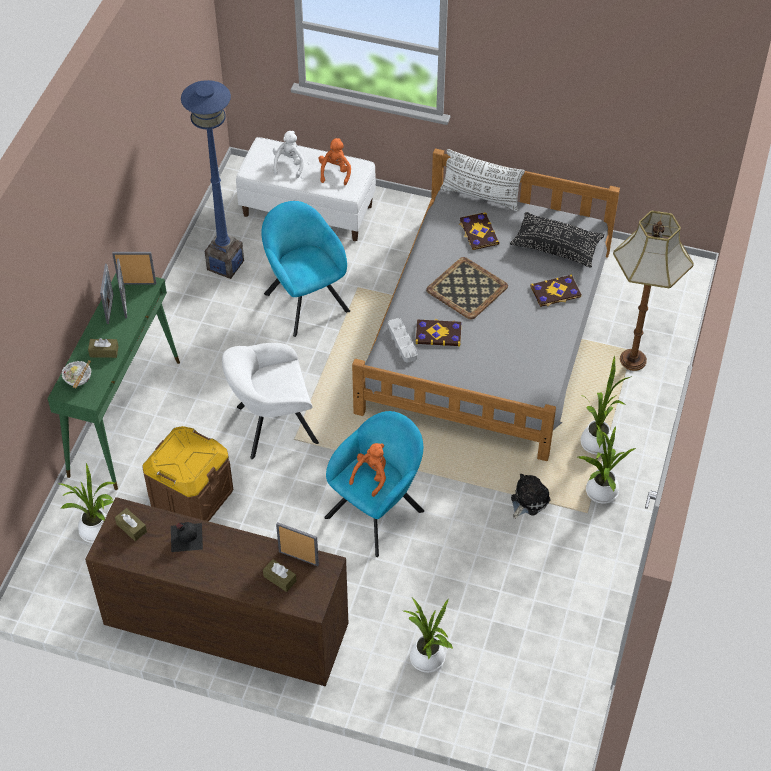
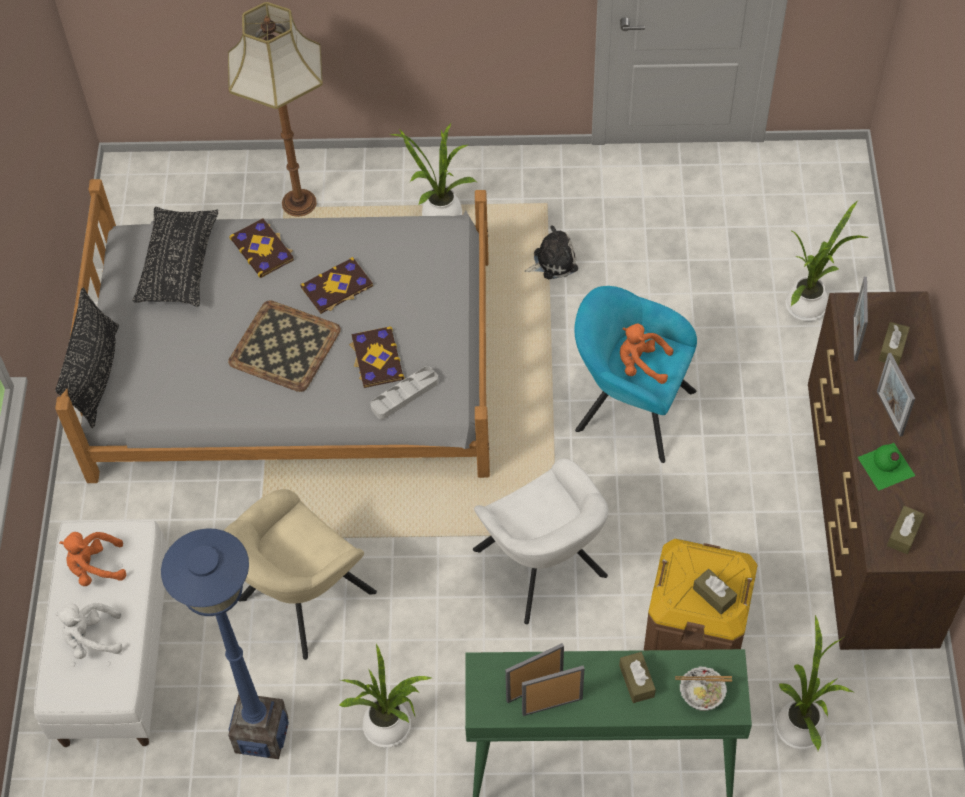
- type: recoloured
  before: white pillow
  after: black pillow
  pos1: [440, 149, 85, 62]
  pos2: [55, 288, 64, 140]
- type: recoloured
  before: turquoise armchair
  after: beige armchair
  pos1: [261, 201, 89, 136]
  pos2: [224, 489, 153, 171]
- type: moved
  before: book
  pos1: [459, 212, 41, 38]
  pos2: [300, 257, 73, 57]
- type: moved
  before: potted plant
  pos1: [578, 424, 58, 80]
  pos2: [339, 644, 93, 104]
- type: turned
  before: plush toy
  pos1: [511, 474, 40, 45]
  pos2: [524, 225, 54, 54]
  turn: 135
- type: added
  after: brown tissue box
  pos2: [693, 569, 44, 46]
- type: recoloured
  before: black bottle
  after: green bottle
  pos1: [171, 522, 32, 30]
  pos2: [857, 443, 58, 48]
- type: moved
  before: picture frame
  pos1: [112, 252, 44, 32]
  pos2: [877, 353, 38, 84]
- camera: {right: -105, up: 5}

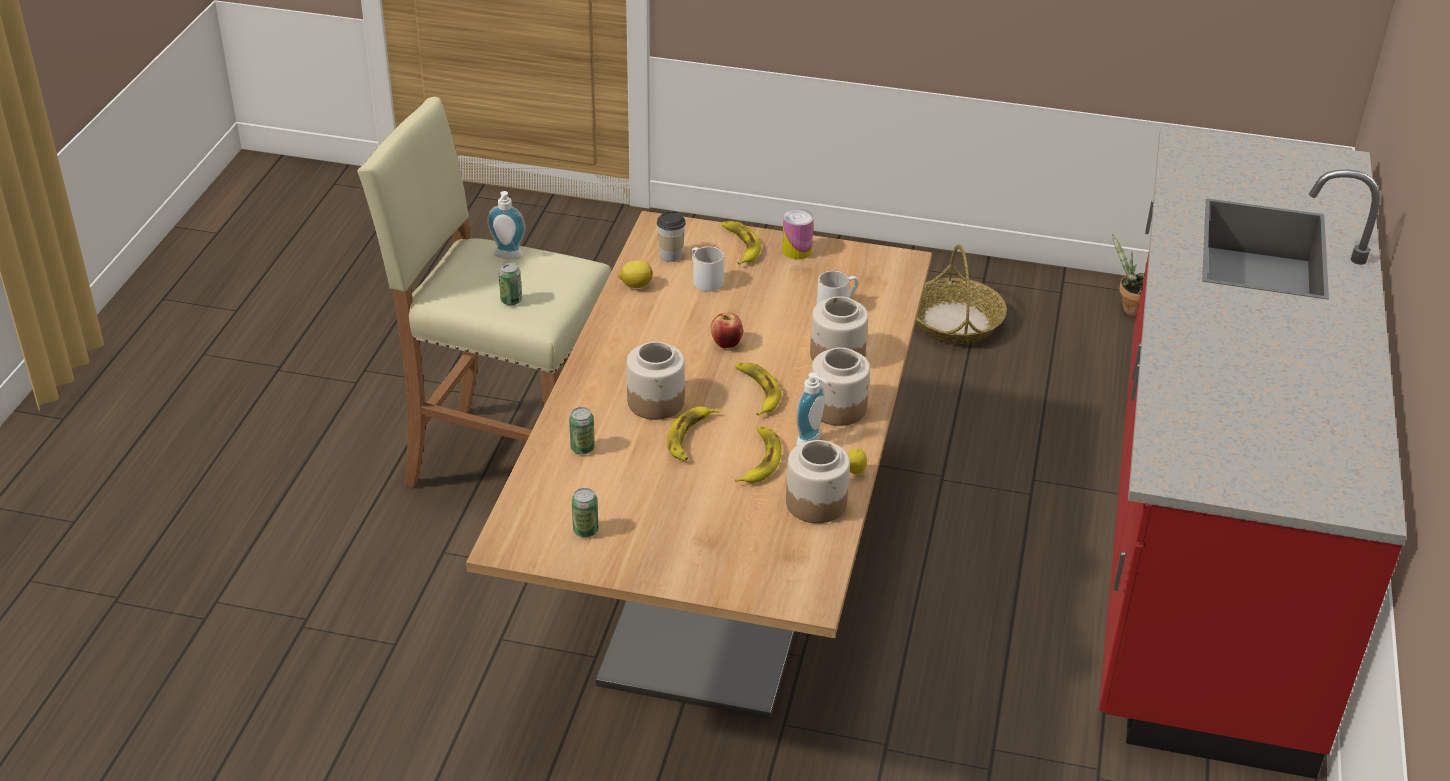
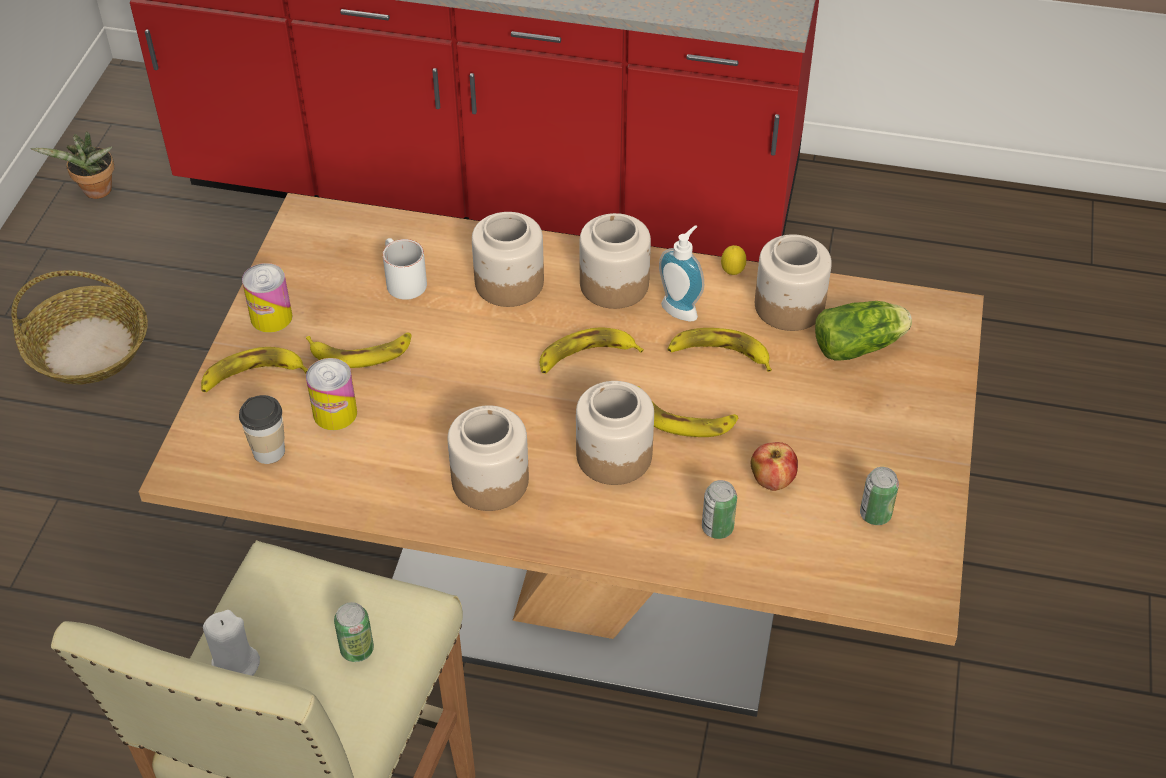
- type: replaced
  before: soap dispenser
  after: white candle
  pos1: [487, 191, 39, 69]
  pos2: [203, 610, 57, 66]
- type: added
  after: banana
  pos2: [306, 332, 105, 36]
- type: replaced
  before: white mug
  after: can
  pos1: [691, 246, 33, 46]
  pos2: [306, 358, 51, 72]
- type: added
  after: jar
  pos2: [448, 405, 81, 106]
- type: moved
  before: apple
  pos1: [711, 312, 32, 36]
  pos2: [751, 442, 47, 49]
- type: added
  after: lettuce
  pos2: [815, 301, 97, 60]
- type: removed
  before: lemon
  pos1: [618, 260, 35, 28]
- camera: {right: -90, up: 10}

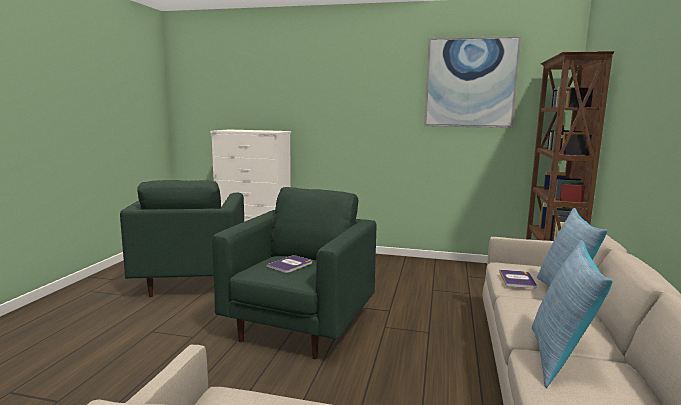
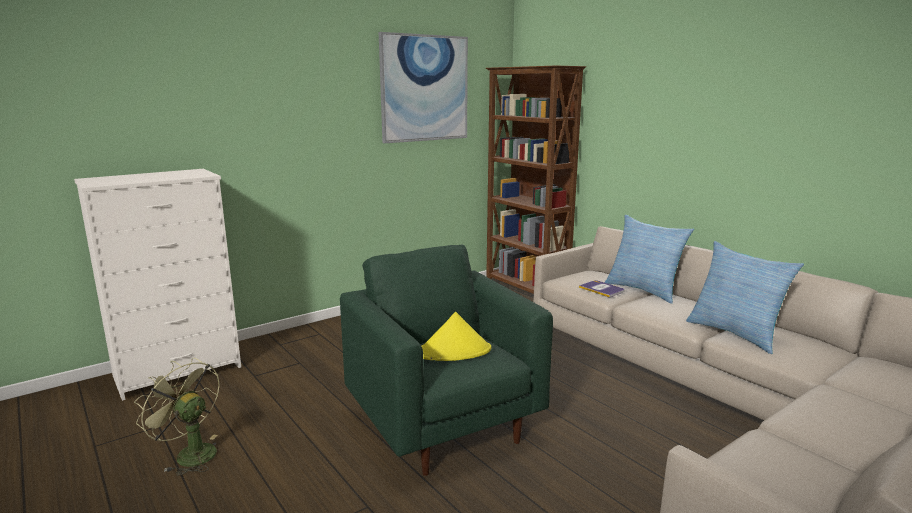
- type: replaced
  before: green armchair
  after: green fan
  pos1: [120, 180, 124, 117]
  pos2: [134, 358, 86, 117]
- type: replaced
  before: book
  after: yellow hat
  pos1: [266, 255, 46, 18]
  pos2: [422, 312, 69, 49]
- camera: {right: -50, up: 5}

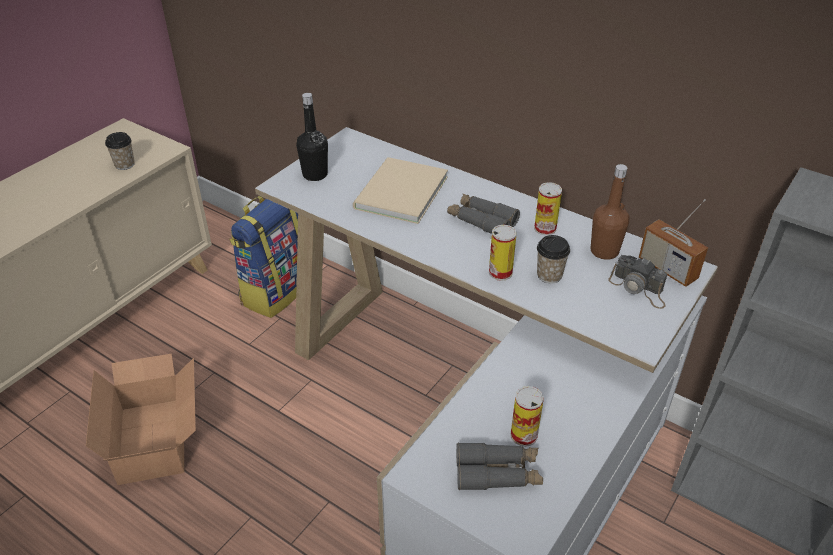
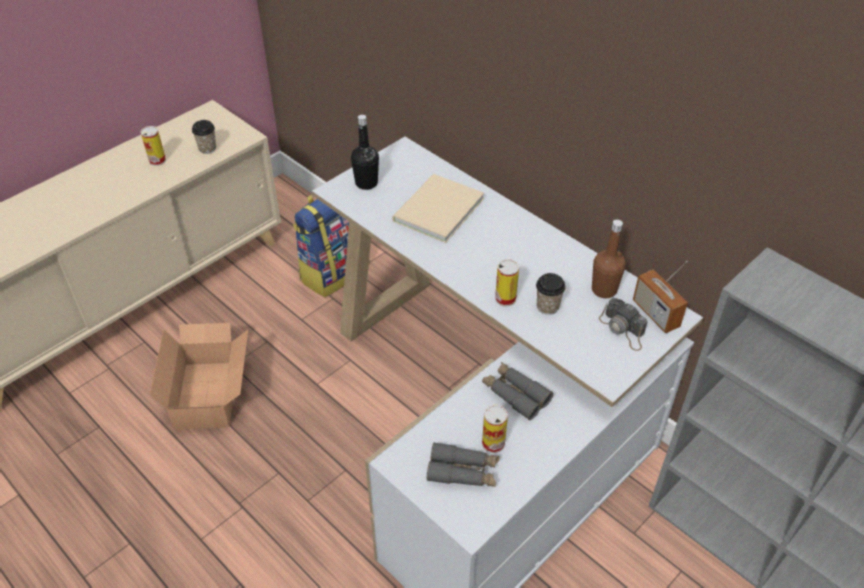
- type: moved
  before: can
  pos1: [534, 182, 28, 54]
  pos2: [141, 126, 25, 40]
- type: moved
  before: grey binoculars
  pos1: [447, 193, 73, 41]
  pos2: [482, 362, 71, 58]
- camera: {right: 10, up: 5}

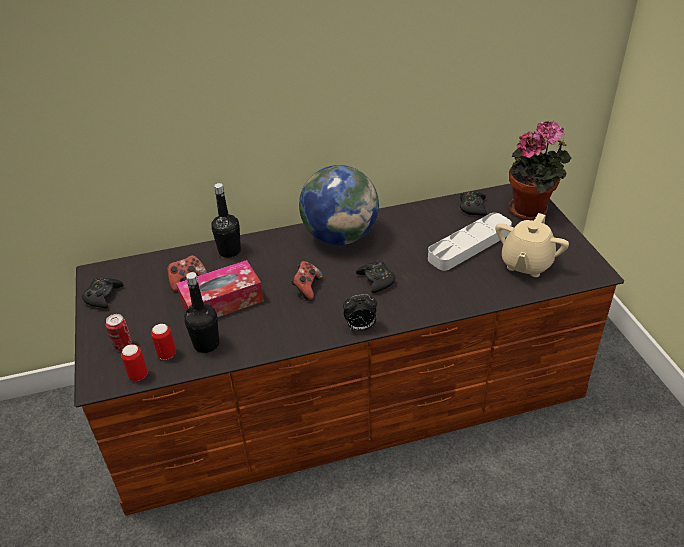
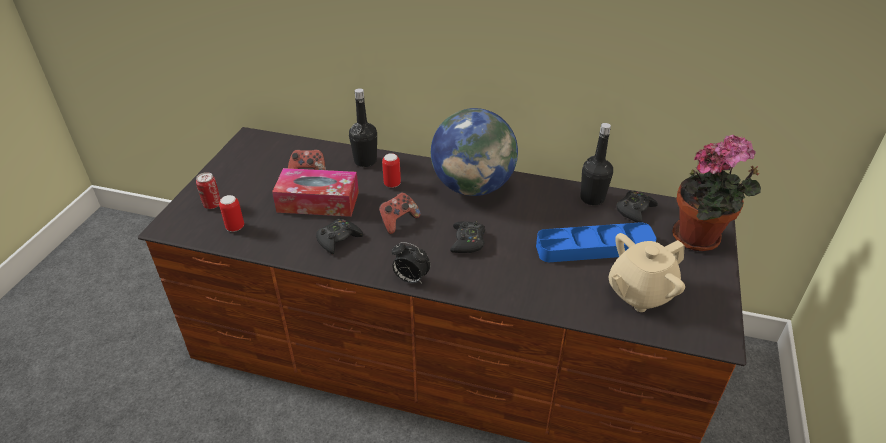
- type: moved
  before: black game controller
  pos1: [82, 278, 42, 30]
  pos2: [316, 218, 47, 36]
- type: moved
  before: can
  pos1: [121, 344, 27, 37]
  pos2: [382, 153, 19, 35]
- type: recoloured
  before: white tray
  after: blue tray
  pos1: [428, 213, 84, 58]
  pos2: [536, 222, 121, 40]
- type: moved
  before: black bottle
  pos1: [184, 272, 35, 81]
  pos2: [580, 123, 33, 82]
- camera: {right: 30, up: 0}

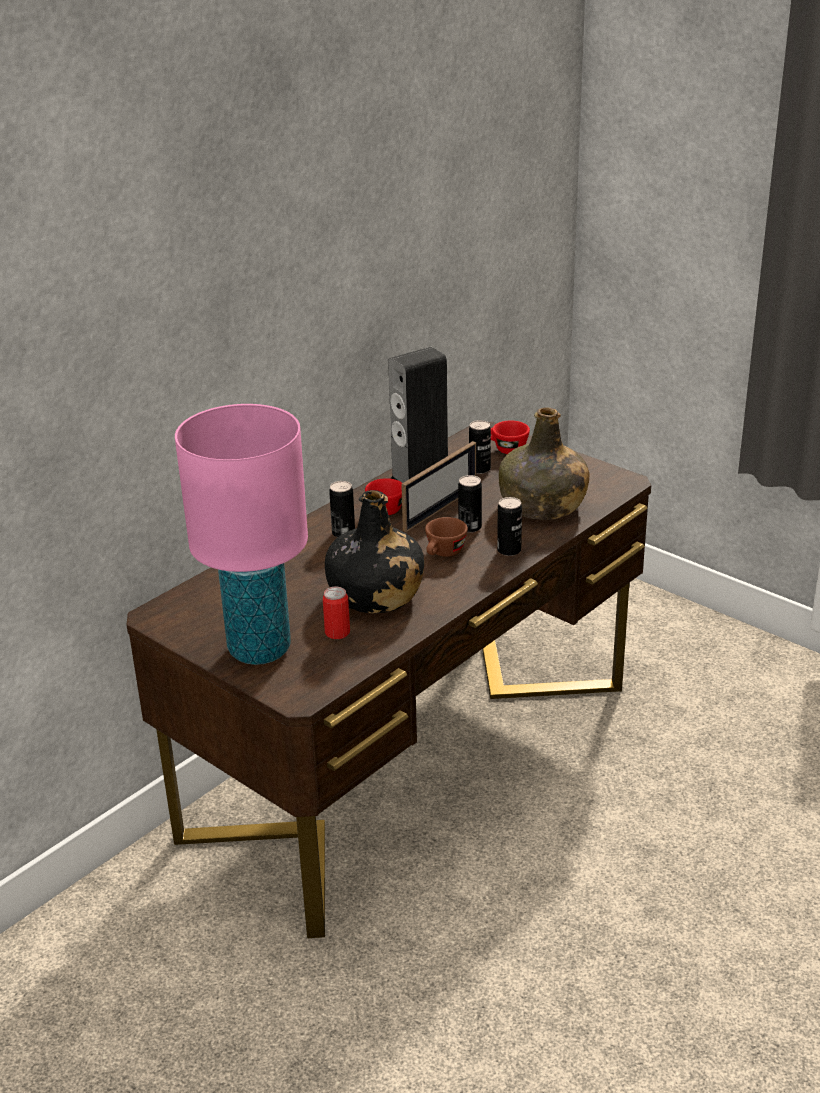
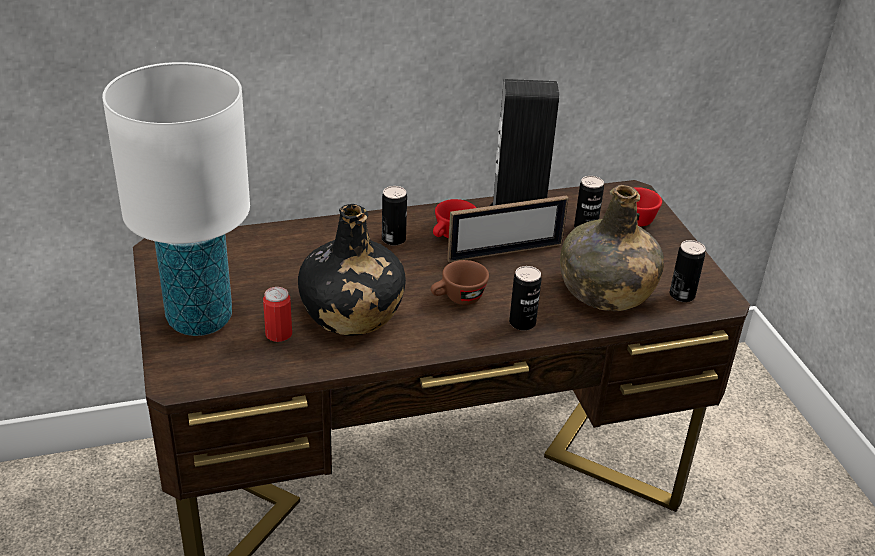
- type: recoloured
  before: pink table lamp
  after: white table lamp
  pos1: [175, 404, 133, 261]
  pos2: [102, 62, 148, 274]
- type: moved
  before: can
  pos1: [458, 475, 24, 58]
  pos2: [670, 240, 35, 62]
- camera: {right: 30, up: 5}

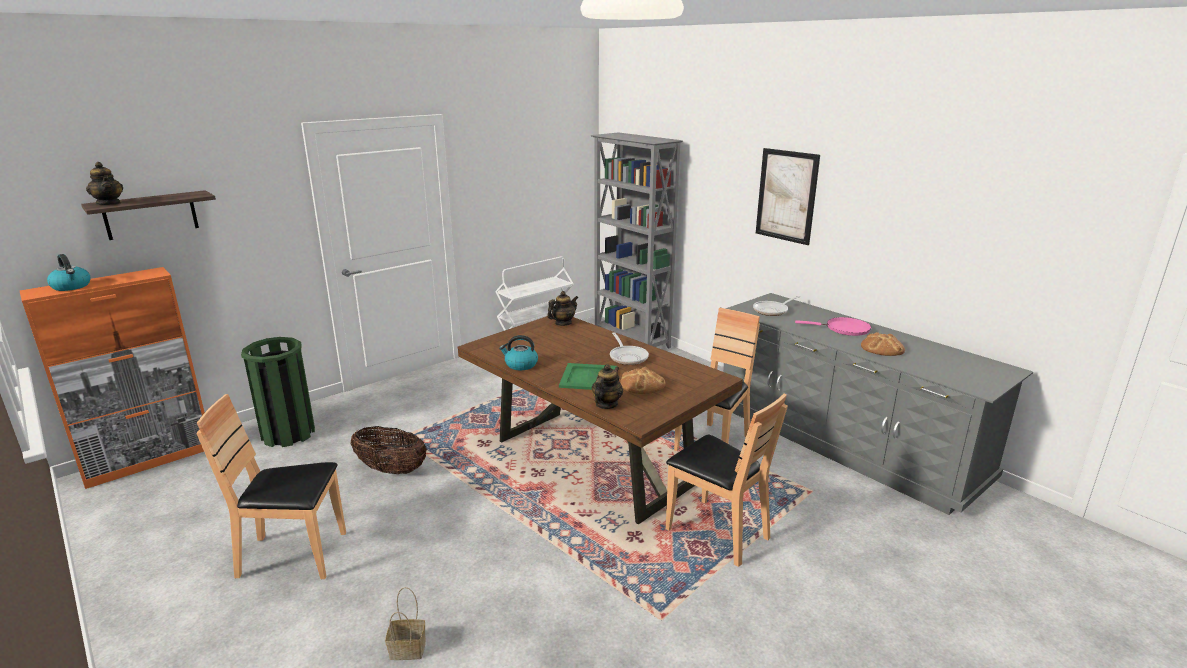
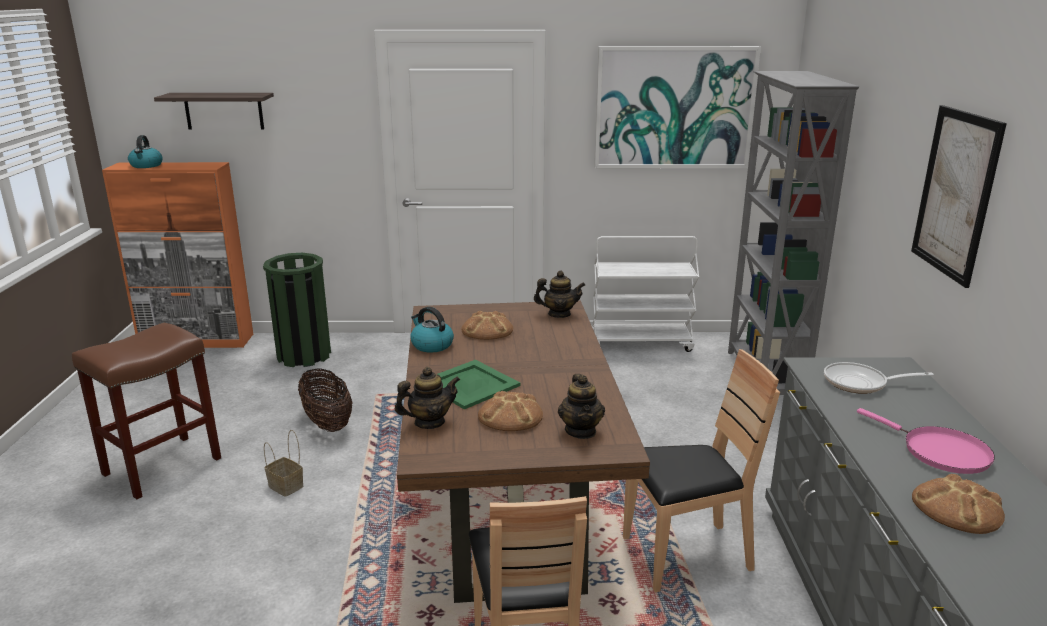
- type: replaced
  before: brown chair
  after: brown stool
  pos1: [196, 394, 150, 185]
  pos2: [72, 323, 149, 176]
- type: moved
  before: basket
  pos1: [385, 587, 41, 73]
  pos2: [264, 430, 40, 67]
- type: added
  after: bread
  pos2: [461, 311, 52, 29]
- type: moved
  before: teapot
  pos1: [86, 162, 37, 43]
  pos2: [558, 374, 47, 65]
- type: added
  after: picture
  pos2: [594, 46, 167, 122]
- type: removed
  before: frying pan
  pos1: [610, 332, 39, 33]
- camera: {right: 40, up: 0}

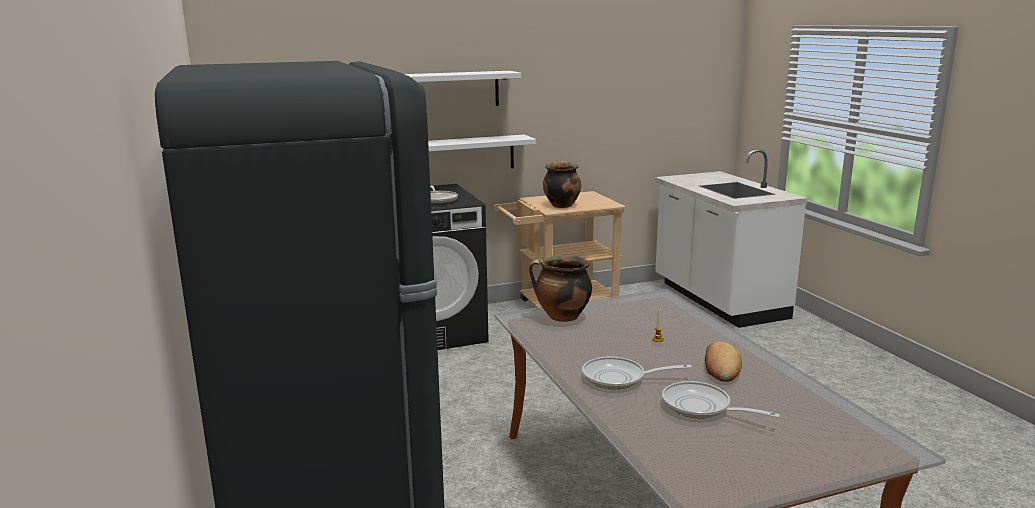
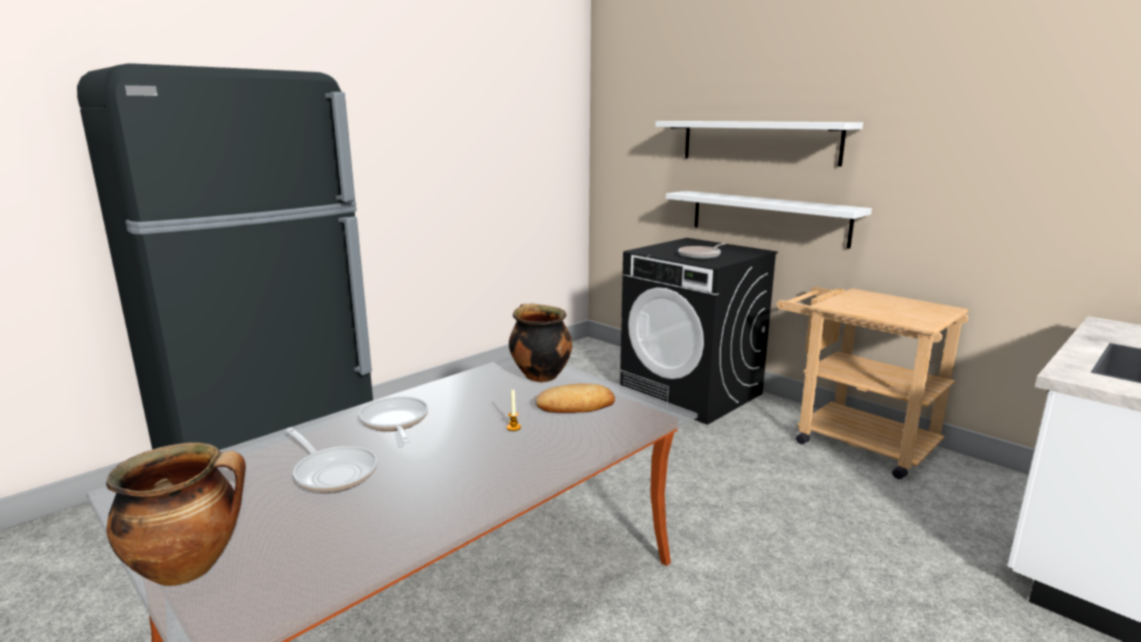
- type: moved
  before: cooking pot
  pos1: [543, 161, 38, 47]
  pos2: [106, 442, 140, 144]
- type: turned
  before: frying pan
  pos1: [662, 381, 118, 37]
  pos2: [285, 427, 92, 66]
  turn: 120
- type: moved
  before: bread
  pos1: [705, 341, 37, 41]
  pos2: [535, 384, 80, 29]
- camera: {right: 65, up: 0}

